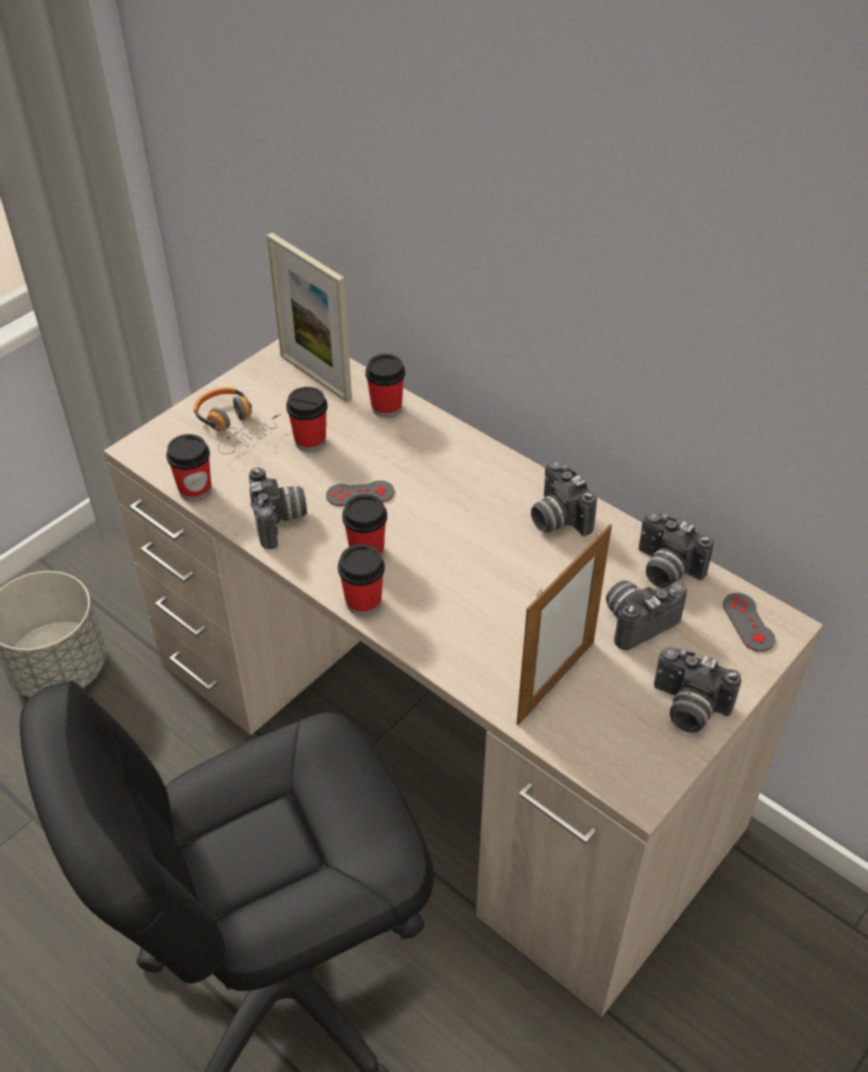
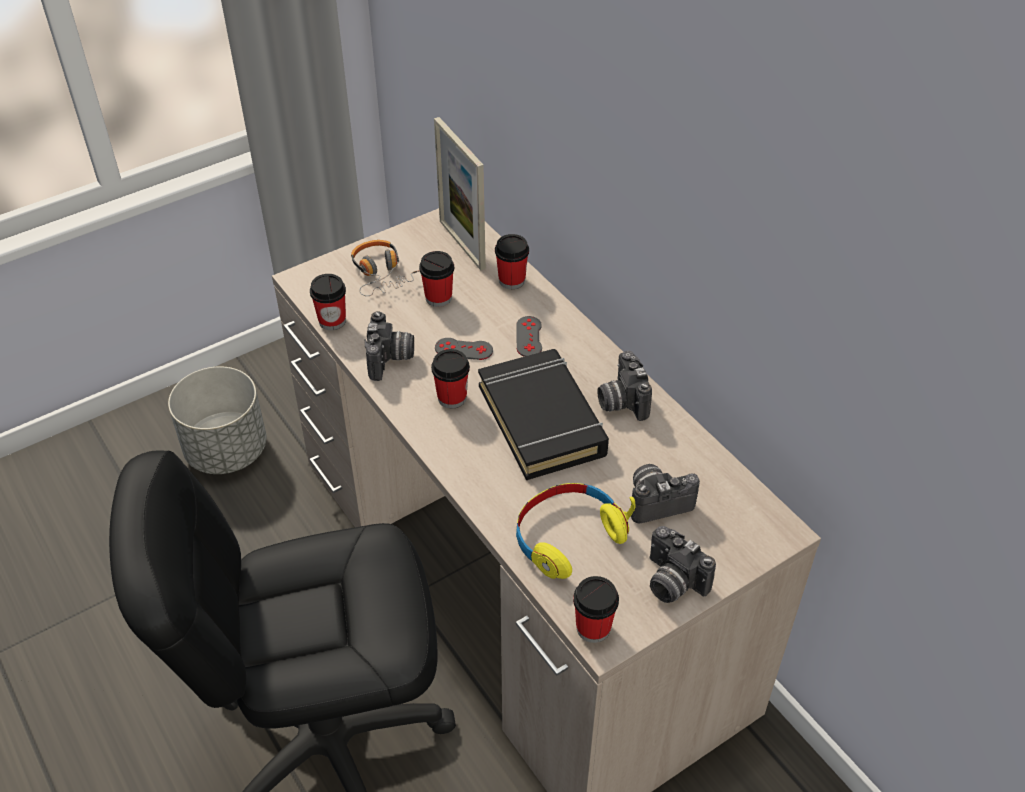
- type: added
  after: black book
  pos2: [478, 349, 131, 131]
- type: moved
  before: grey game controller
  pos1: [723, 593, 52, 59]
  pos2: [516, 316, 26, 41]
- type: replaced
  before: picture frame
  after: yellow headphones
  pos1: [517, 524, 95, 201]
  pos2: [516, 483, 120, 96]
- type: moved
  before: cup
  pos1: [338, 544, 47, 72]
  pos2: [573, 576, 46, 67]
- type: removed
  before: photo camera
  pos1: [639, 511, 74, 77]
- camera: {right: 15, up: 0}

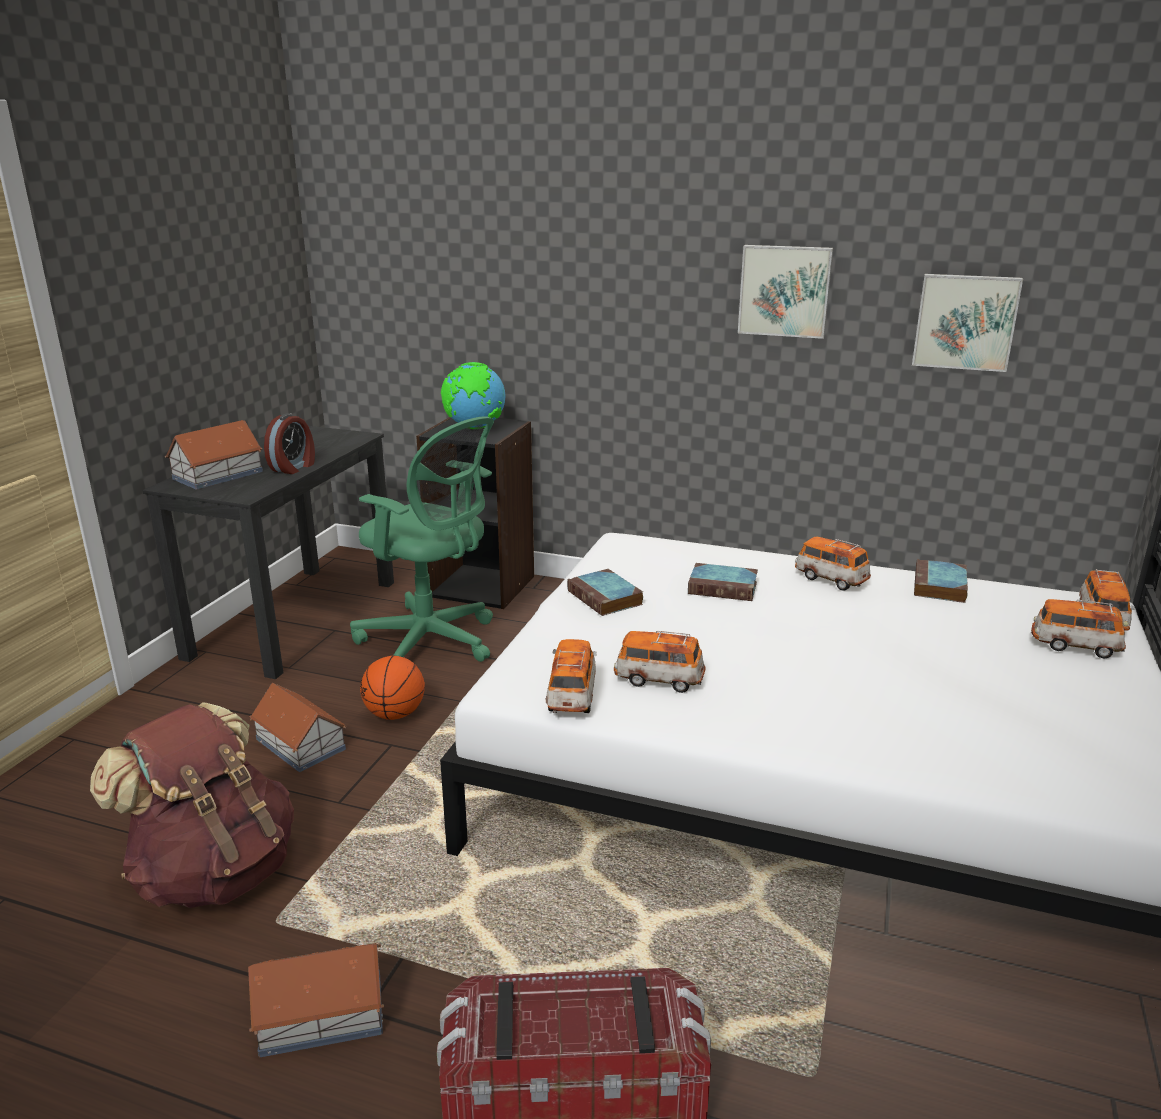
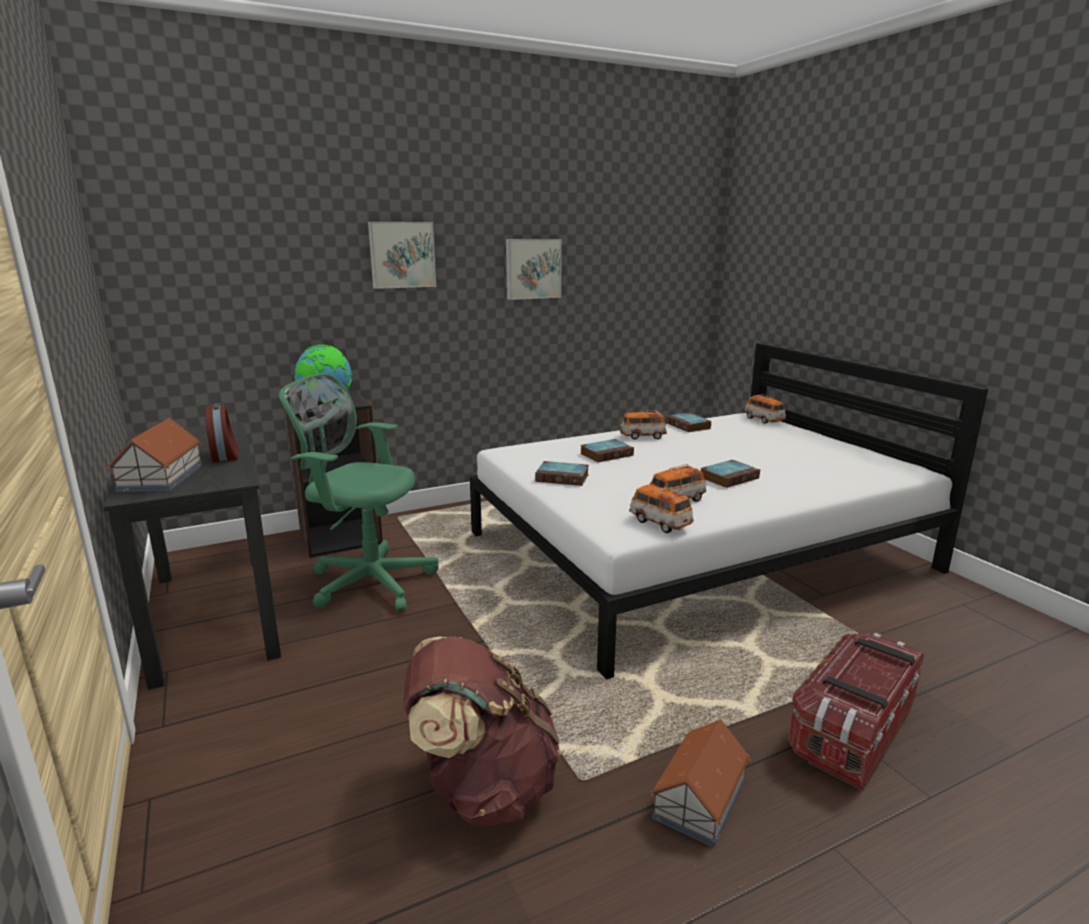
- type: turned
  before: green office chair
  pos1: [350, 416, 144, 246]
  pos2: [279, 373, 160, 239]
  turn: -150
- type: moved
  before: picture
  pos1: [912, 274, 111, 98]
  pos2: [368, 222, 68, 67]
- type: added
  after: book
  pos2: [701, 460, 59, 28]
- type: removed
  before: toy house
  pos1: [250, 683, 96, 89]
- type: removed
  before: basketball
  pos1: [360, 656, 65, 64]
- type: removed
  before: toy car
  pos1: [1031, 599, 95, 59]
- camera: {right: -45, up: -5}

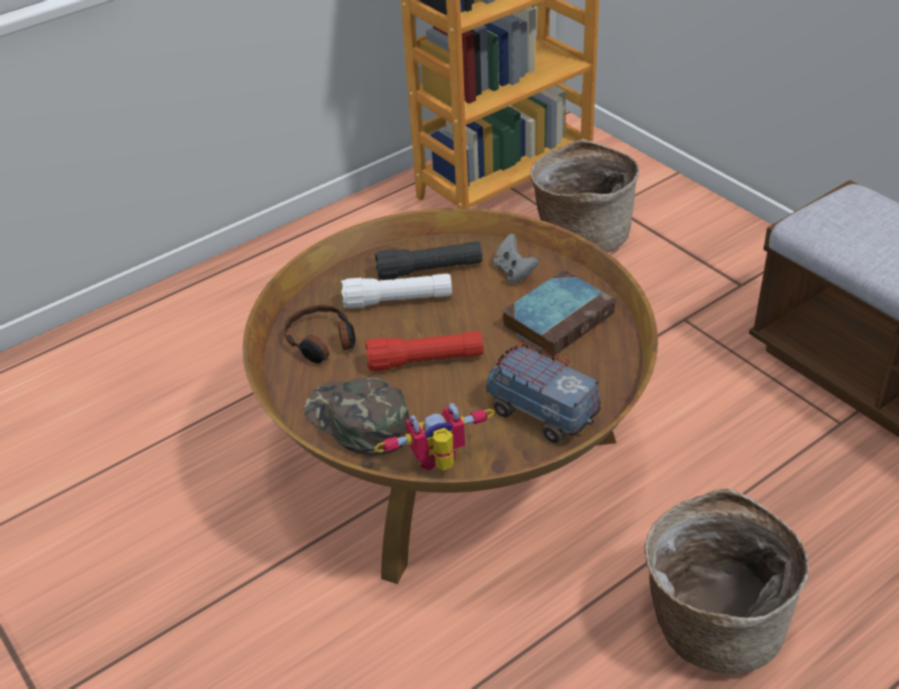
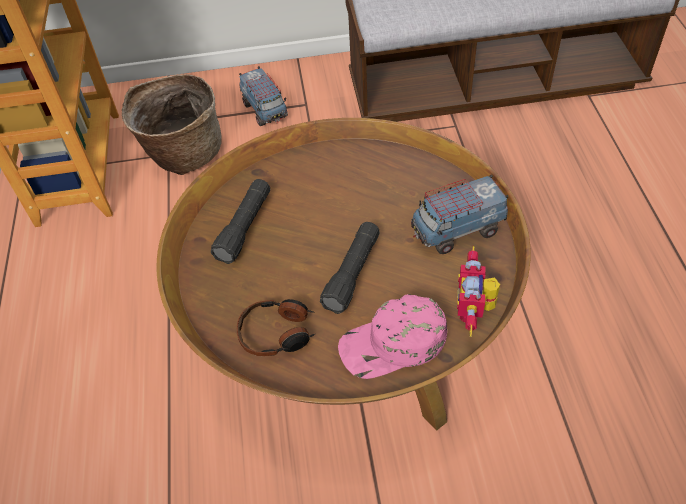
- type: added
  after: toy truck
  pos2: [239, 66, 49, 60]
- type: recoloured
  before: red flashlight
  after: black flashlight
  pos1: [365, 331, 119, 40]
  pos2: [320, 222, 60, 92]
- type: recoloured
  before: green cap
  after: pink cap
  pos1: [304, 377, 106, 79]
  pos2: [338, 294, 109, 85]
- type: removed
  before: white flashlight
  pos1: [341, 274, 111, 35]
- type: removed
  before: grey game controller
  pos1: [493, 234, 46, 50]
- type: removed
  before: book
  pos1: [502, 270, 114, 86]
- type: removed
  before: basket
  pos1: [644, 488, 165, 186]
- camera: {right: -60, up: 10}

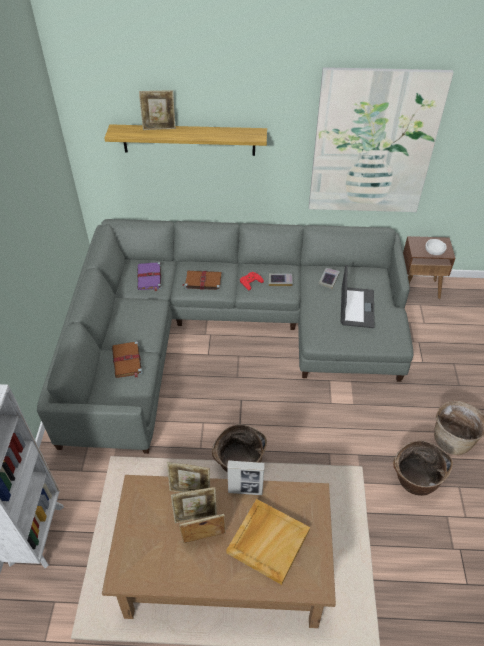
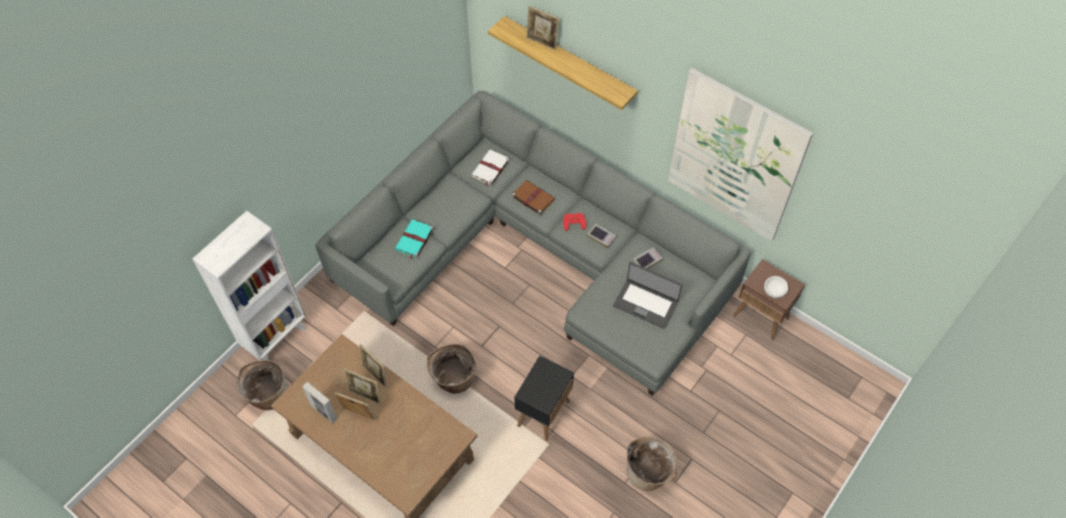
- type: moved
  before: basket
  pos1: [393, 440, 60, 56]
  pos2: [237, 360, 52, 50]
- type: moved
  before: picture frame
  pos1: [227, 460, 38, 35]
  pos2: [302, 382, 35, 41]
- type: recoloured
  before: brown book
  after: turquoise book
  pos1: [112, 341, 30, 37]
  pos2: [395, 220, 39, 39]
- type: recoloured
  before: purple book
  after: white book
  pos1: [137, 262, 25, 29]
  pos2: [471, 150, 39, 36]
- type: added
  after: black side table
  pos2: [514, 356, 60, 85]
- type: turned
  before: laptop
  pos1: [341, 265, 34, 63]
  pos2: [613, 262, 69, 67]
  turn: 75
- type: removed
  before: beige tray
  pos1: [226, 499, 84, 86]
- camera: {right: 35, up: 10}

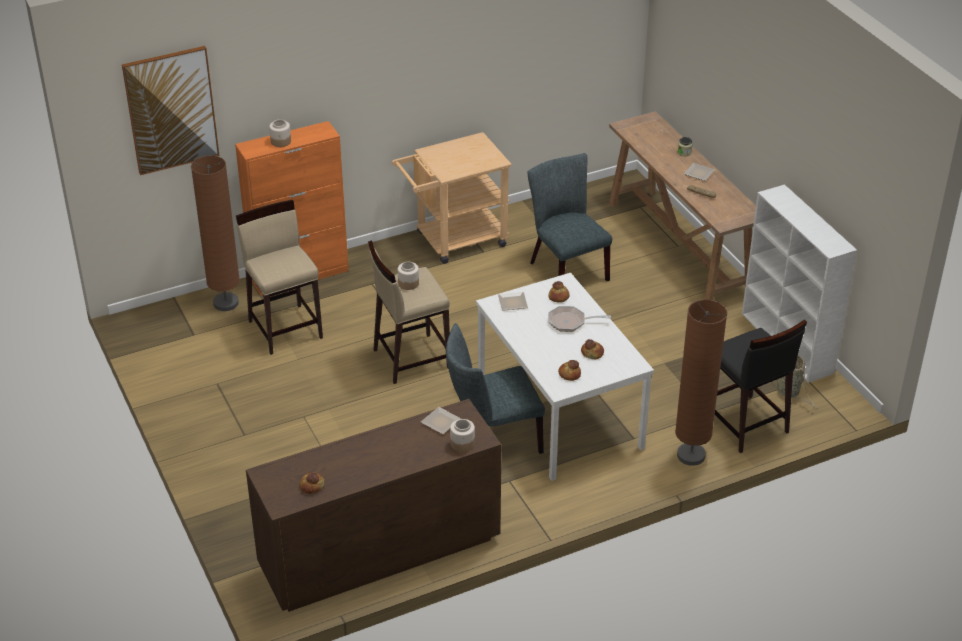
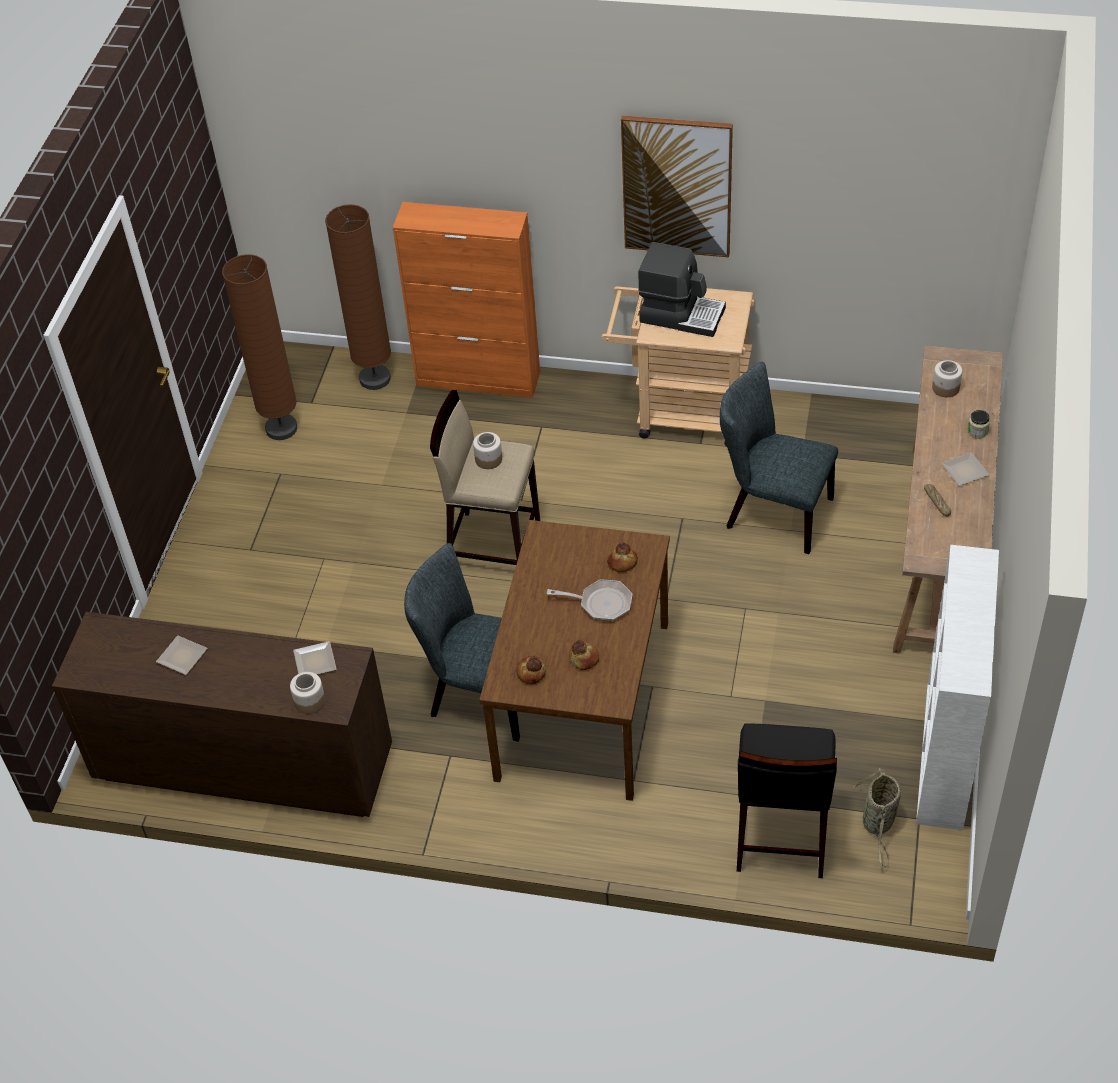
- type: moved
  before: plate
  pos1: [498, 292, 30, 19]
  pos2: [156, 636, 52, 39]
- type: moved
  before: brown floor lamp
  pos1: [675, 300, 52, 166]
  pos2: [222, 254, 75, 186]
- type: recoloured
  before: white dining table
  after: brown dining table
  pos1: [476, 273, 178, 208]
  pos2: [479, 520, 191, 281]
- type: turned
  before: frying pan
  pos1: [548, 306, 63, 26]
  pos2: [547, 579, 86, 42]
  turn: 150
- type: moved
  before: picture
  pos1: [122, 46, 97, 129]
  pos2: [621, 115, 112, 142]
- type: added
  after: coffee machine
  pos2: [638, 242, 88, 95]
- type: turned
  before: grey chair
  pos1: [528, 153, 84, 128]
  pos2: [720, 362, 118, 192]
  turn: -75
- type: moved
  before: jar
  pos1: [269, 119, 22, 28]
  pos2: [932, 360, 30, 37]
- type: removed
  before: beige stool
  pos1: [236, 200, 87, 155]
- type: removed
  before: bread
  pos1: [300, 472, 24, 22]
- camera: {right: 40, up: 10}

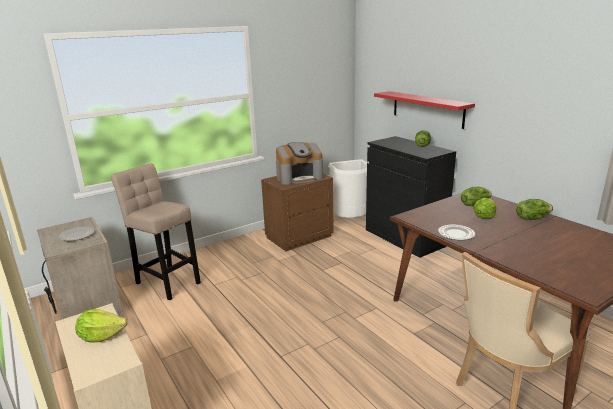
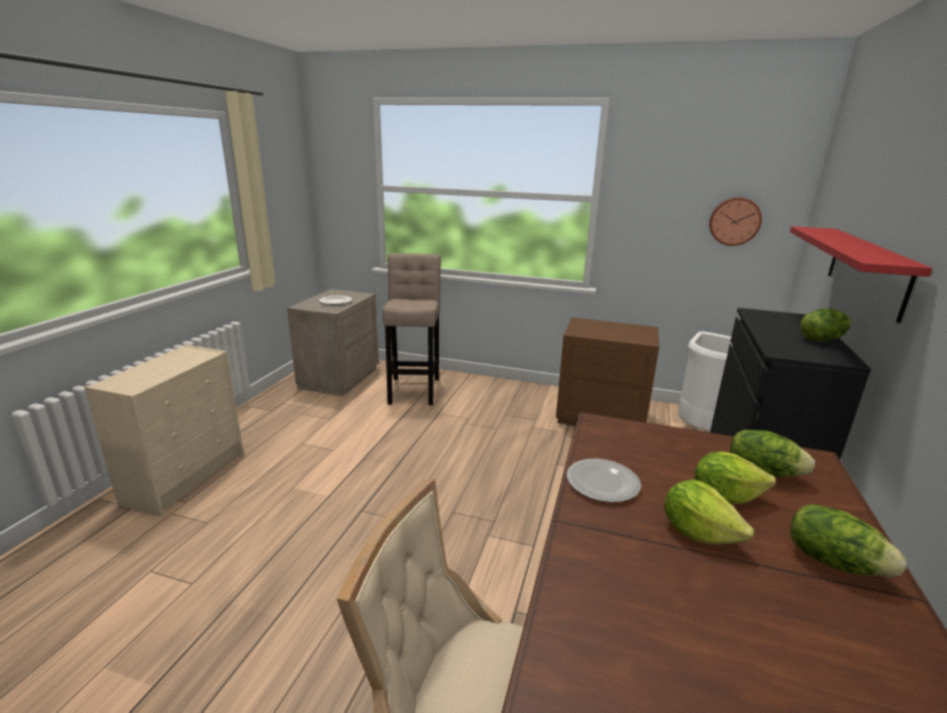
- type: moved
  before: lettuce
  pos1: [75, 309, 53, 33]
  pos2: [664, 479, 90, 66]
- type: added
  after: wall clock
  pos2: [709, 197, 53, 49]
- type: removed
  before: coffee machine
  pos1: [276, 142, 47, 43]
- camera: {right: 50, up: 0}

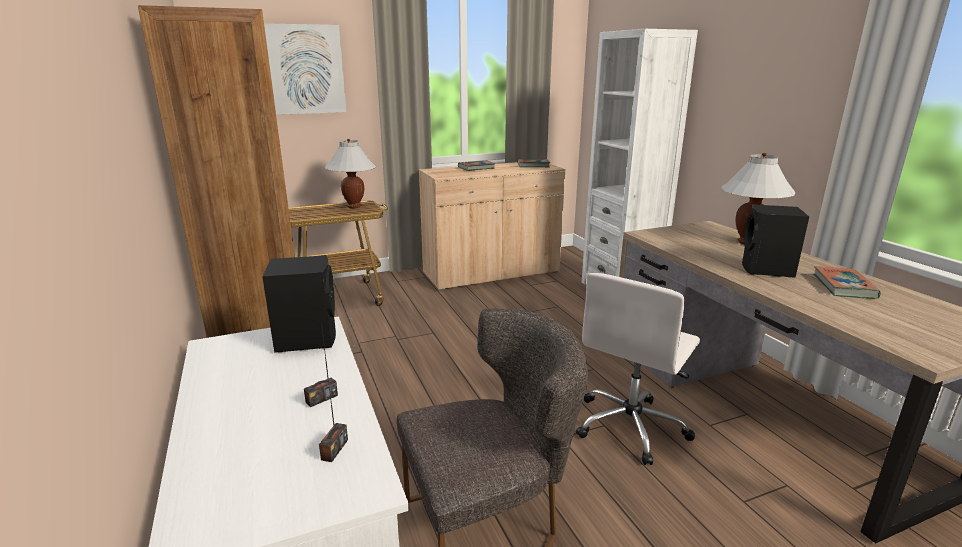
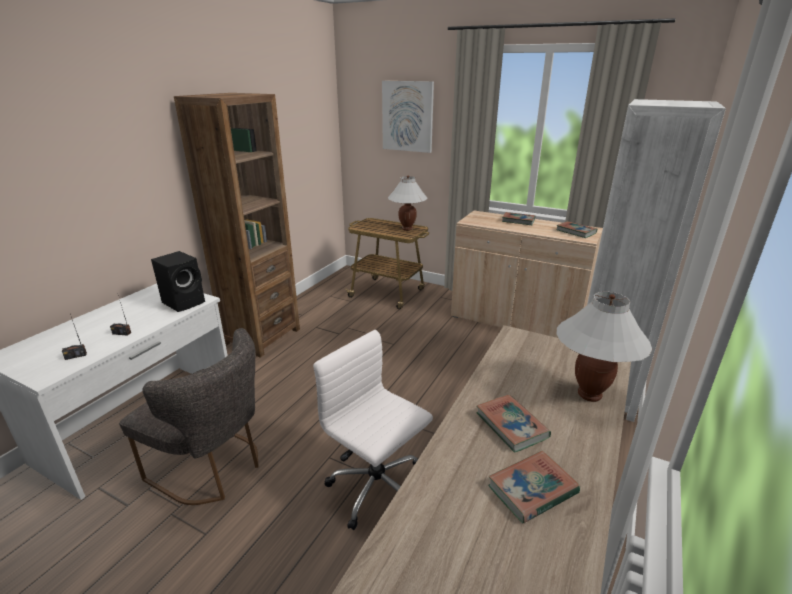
- type: turned
  before: white office chair
  pos1: [576, 273, 124, 192]
  pos2: [313, 330, 120, 200]
  turn: 45
- type: replaced
  before: black speaker
  after: book
  pos1: [742, 204, 67, 74]
  pos2: [476, 395, 75, 58]
- camera: {right: 50, up: 5}

